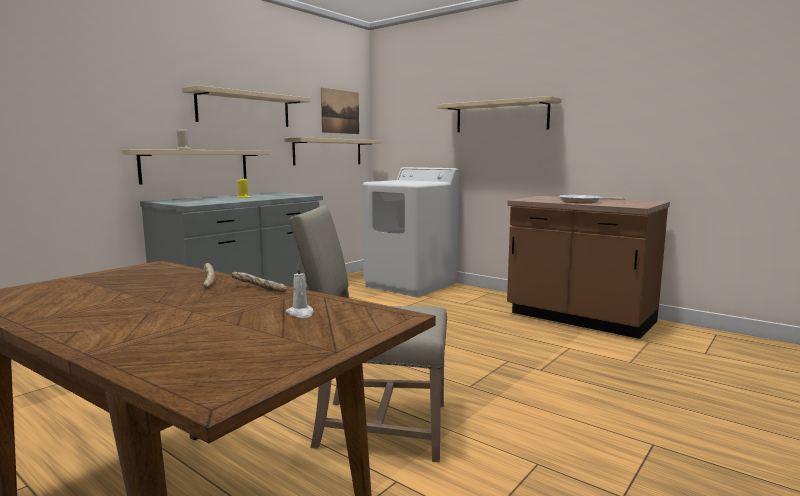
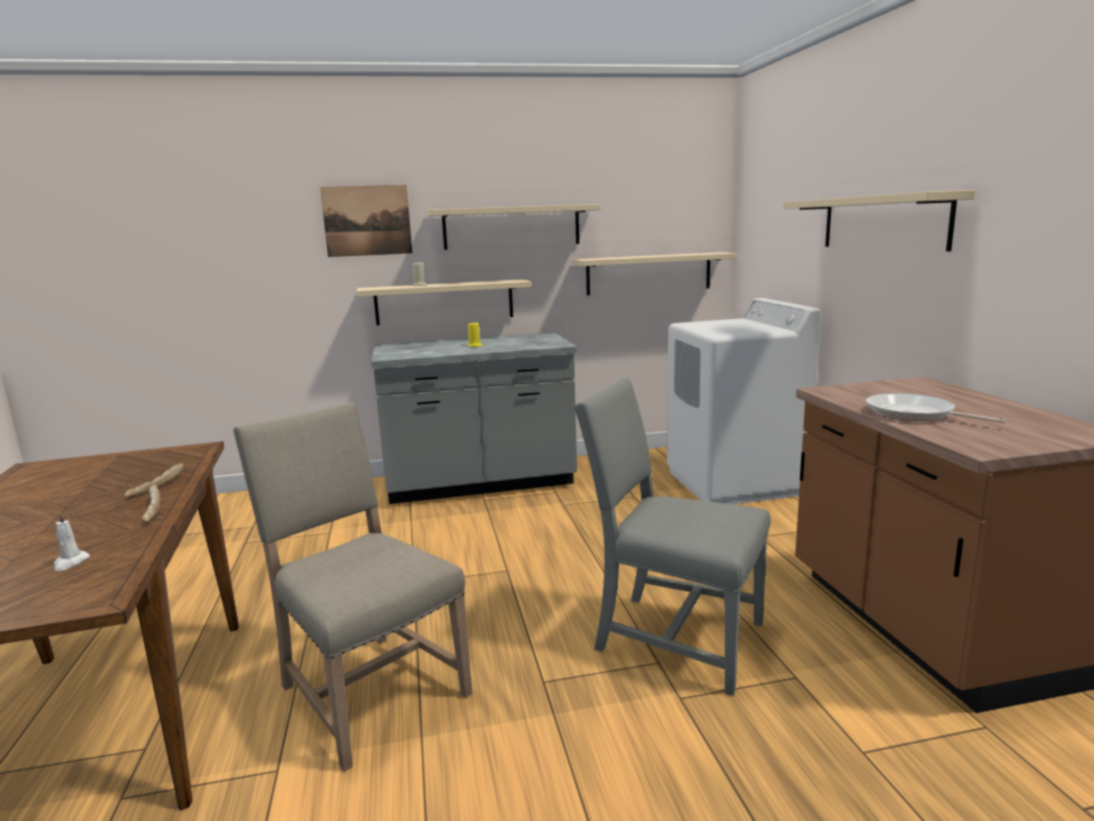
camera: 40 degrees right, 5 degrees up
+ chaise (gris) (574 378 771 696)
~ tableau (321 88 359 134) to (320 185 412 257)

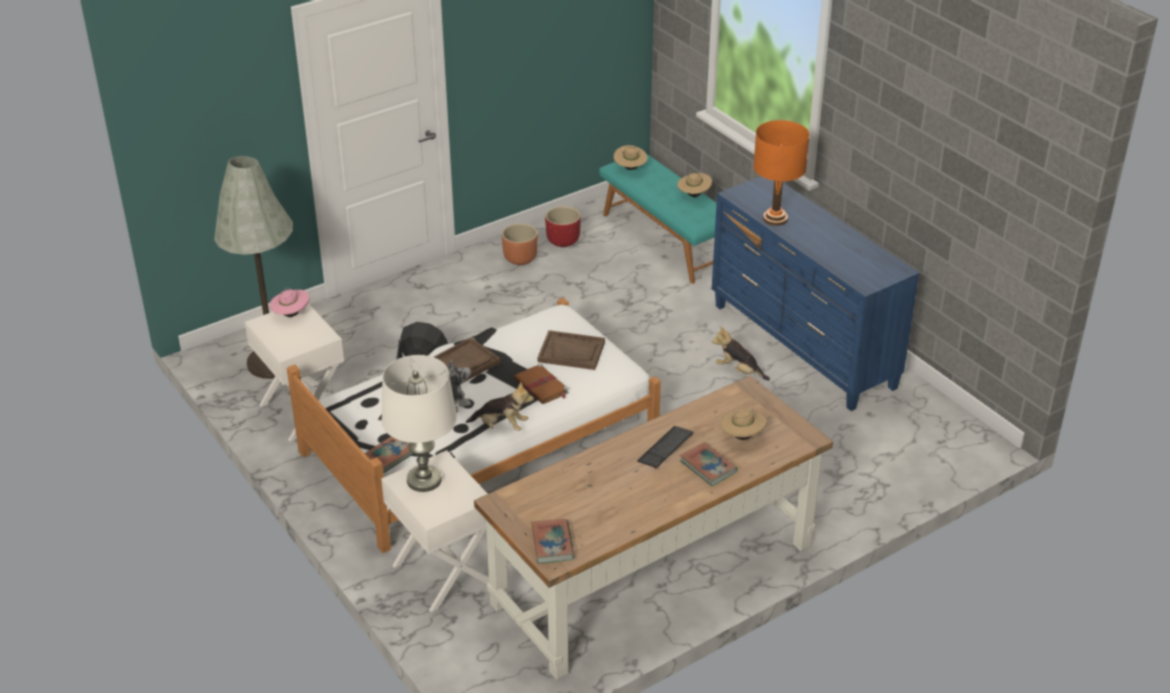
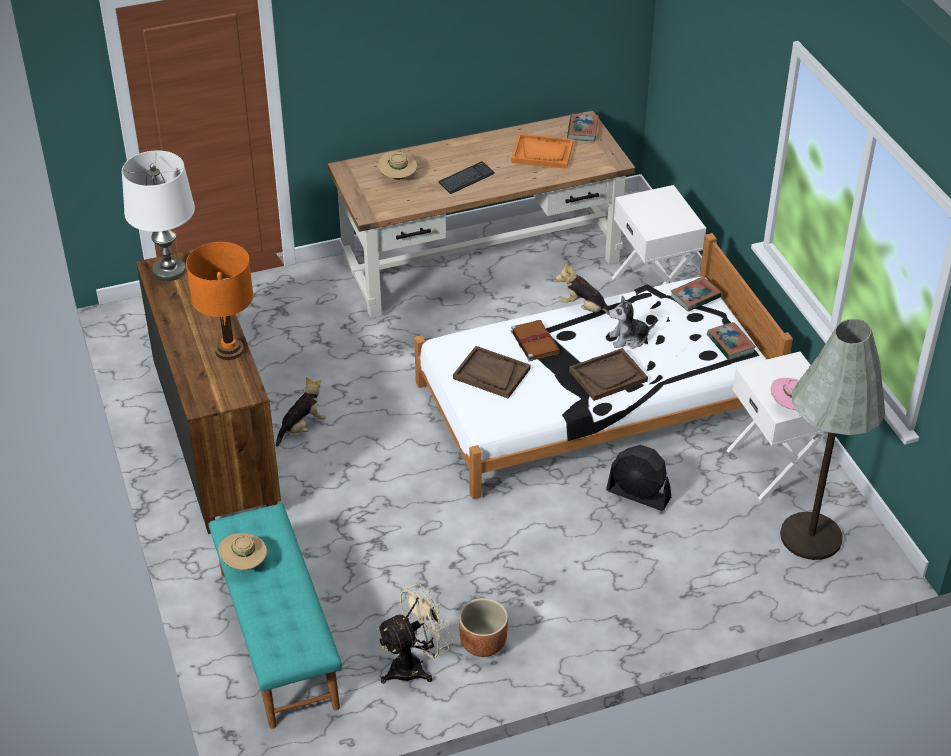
camera: 165 degrees left, 5 degrees up
- chapeau (beige) (614 145 648 170)
+ plateau (orange) (511 134 574 169)
~ lampe de table (blanc) (382 355 457 492) to (122 151 195 281)
~ livre (680 442 738 486) to (707 322 756 360)
~ cache-pot (rouge) (545 206 581 247) to ventilateur (beige) (376 583 453 684)
~ commode (bleu) (712 177 919 411) to commode (marron) (136 249 281 534)
~ peluche (712 326 770 381) = (276 377 326 447) 90 degrees counterclockwise

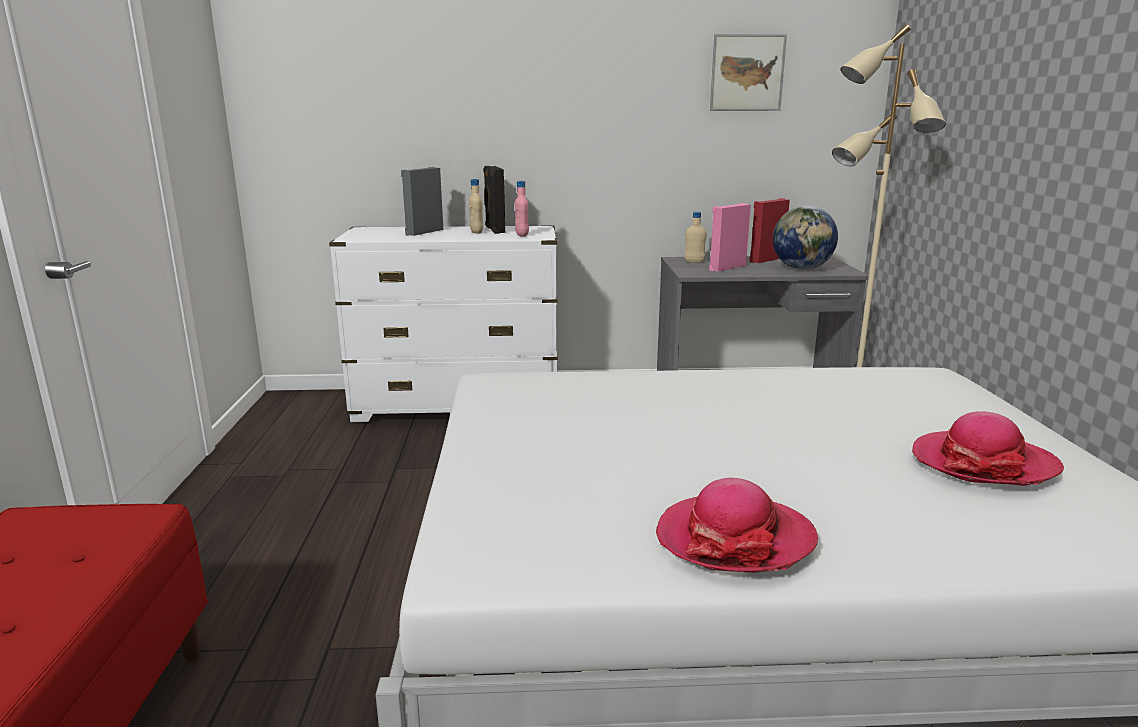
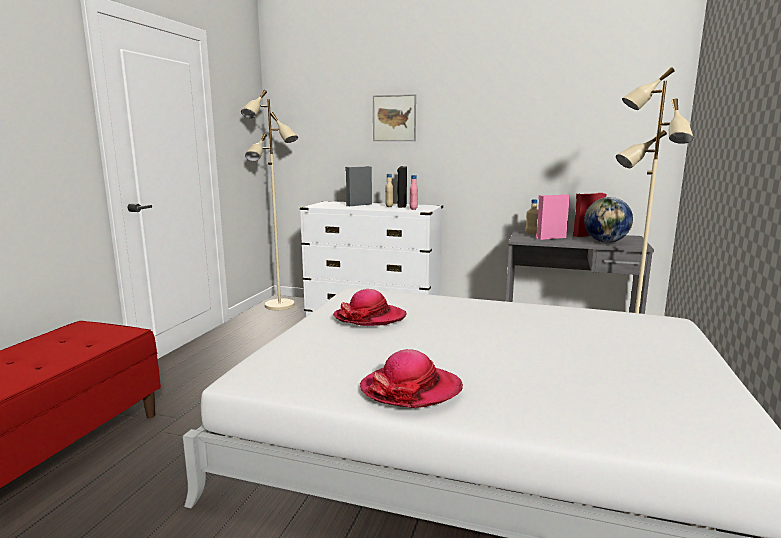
camera: 20 degrees right, 5 degrees down
+ lampadaire (beige) (241 90 298 310)
~ tableau (710 34 787 111) to (373 94 416 141)
~ chapeau (912 411 1064 486) to (333 289 407 326)

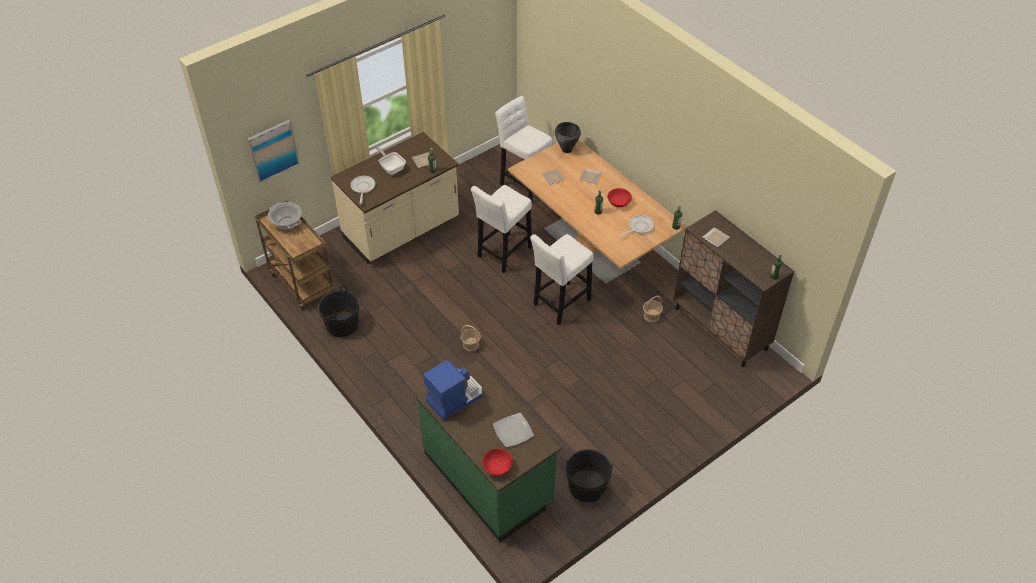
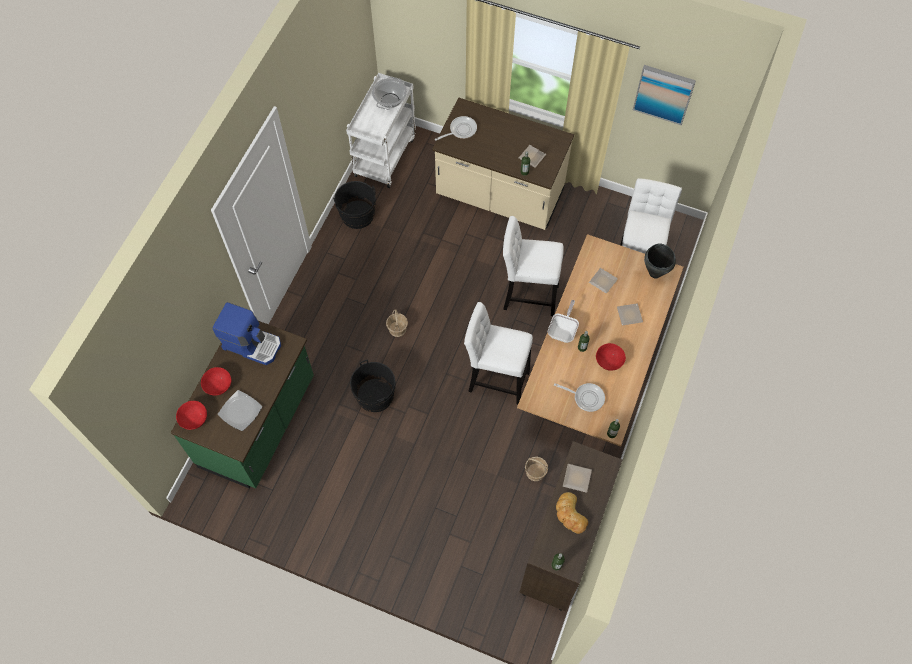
camera: 60 degrees right, 15 degrees up
+ bol (rouge) (201 367 231 396)
+ pain (556 492 588 534)
~ tableau (247 120 299 183) to (633 65 696 125)
~ poêle (376 147 406 175) to (548 300 579 343)
~ seau (noir) (566 449 613 502) to (350 359 396 412)
~ chariot (marron) (255 201 335 310) to chariot (blanc) (346 73 416 188)

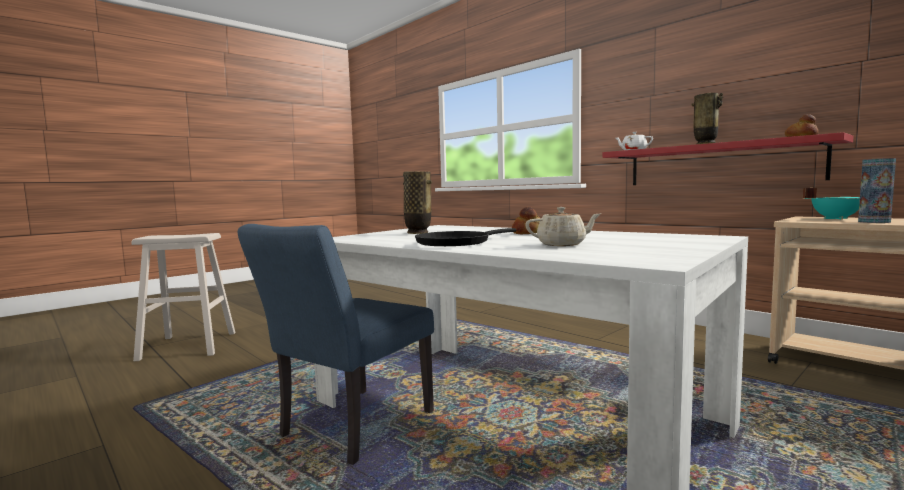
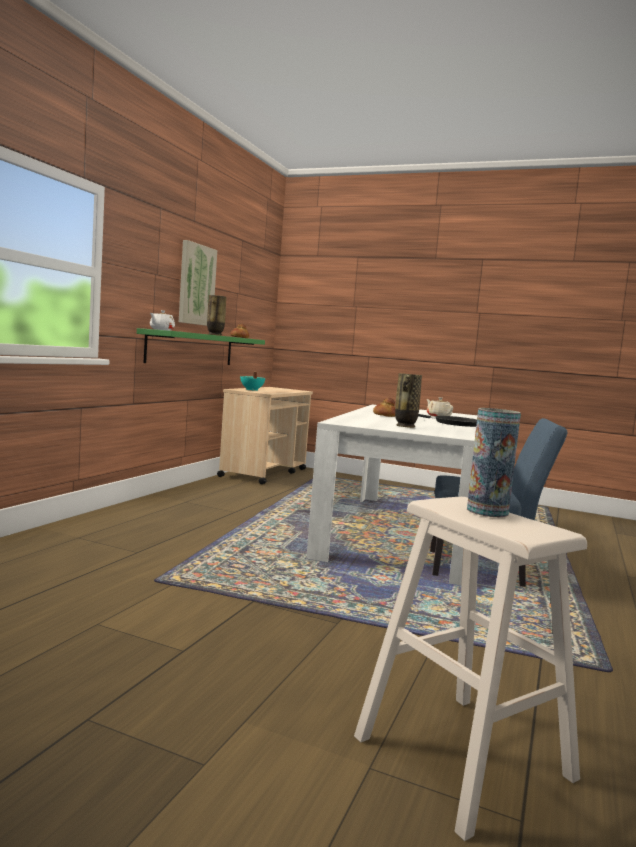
camera: 115 degrees left, 0 degrees up
+ tableau (179 240 217 326)
~ vase (858 158 896 223) to (467 408 521 517)
~ étagère (rouge) (602 132 854 185) to étagère (vert) (137 328 265 365)

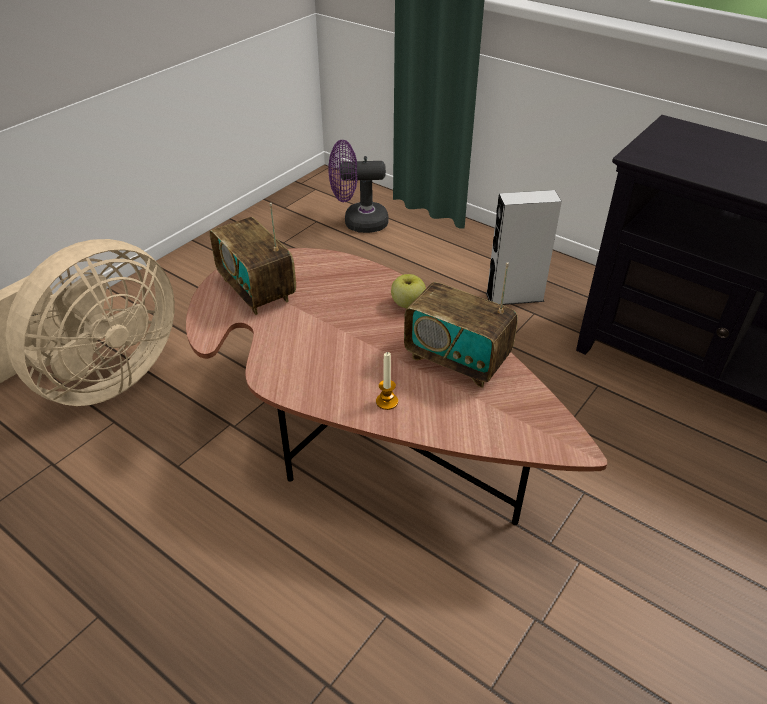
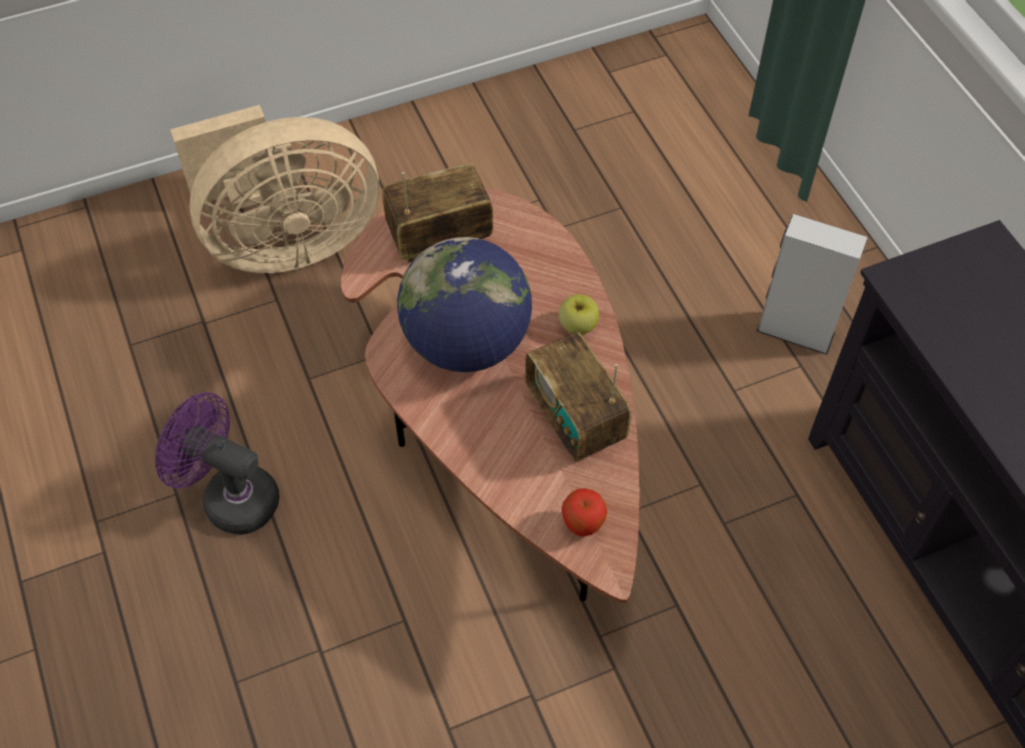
camera: 30 degrees right, 15 degrees up
- bougie (376 352 398 410)
+ globe (397 237 532 372)
+ pomme (562 488 607 537)
~ ventilateur (violet) (328 140 388 233) to (155 392 280 535)
~ radio (209 203 296 315) = (382 163 493 263) 75 degrees clockwise

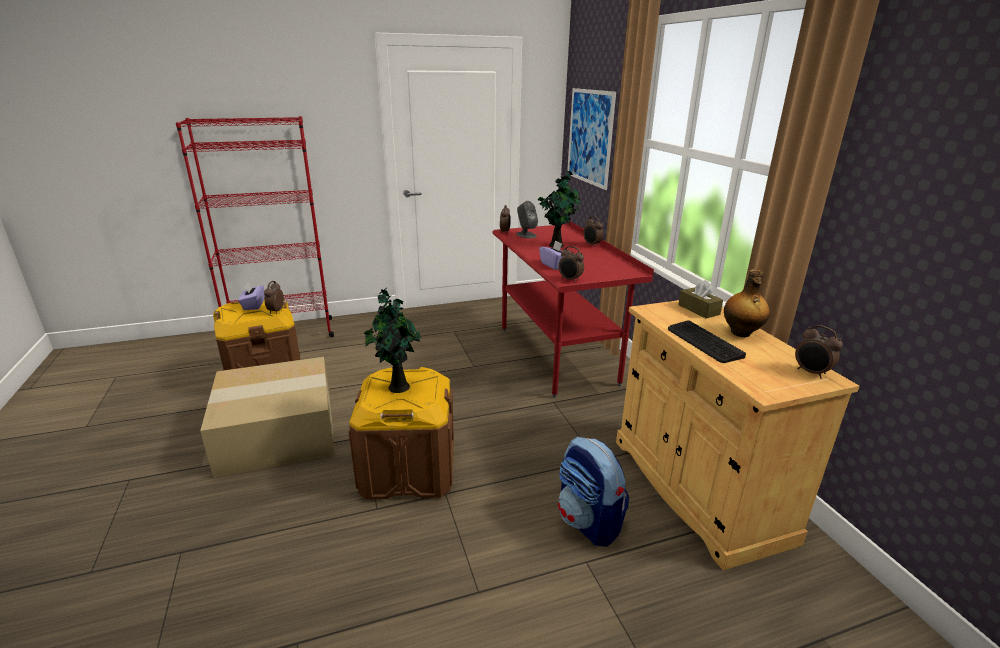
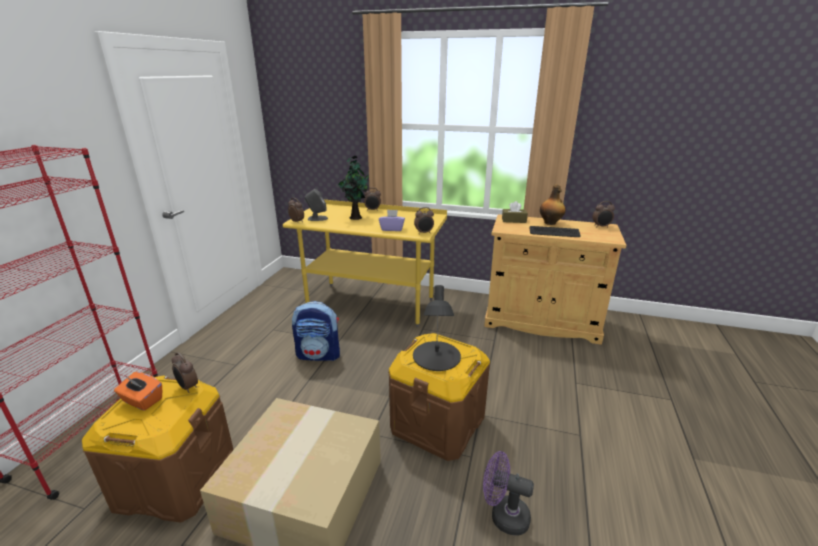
camera: 55 degrees left, 0 degrees up
- tableau (567 88 616 190)
+ ventilateur (violet) (483 451 534 536)
~ sac à dos (558 436 629 547) to (292 301 340 361)
~ plante en pot (363 289 421 393) to lampe de table (noir) (413 285 461 371)
~ boîte à mouchoirs (violet) (238 282 264 310) to boîte à mouchoirs (orange) (114 372 162 411)
~ bureau (rouge) (492 221 654 398) to bureau (jaune) (283 200 447 327)

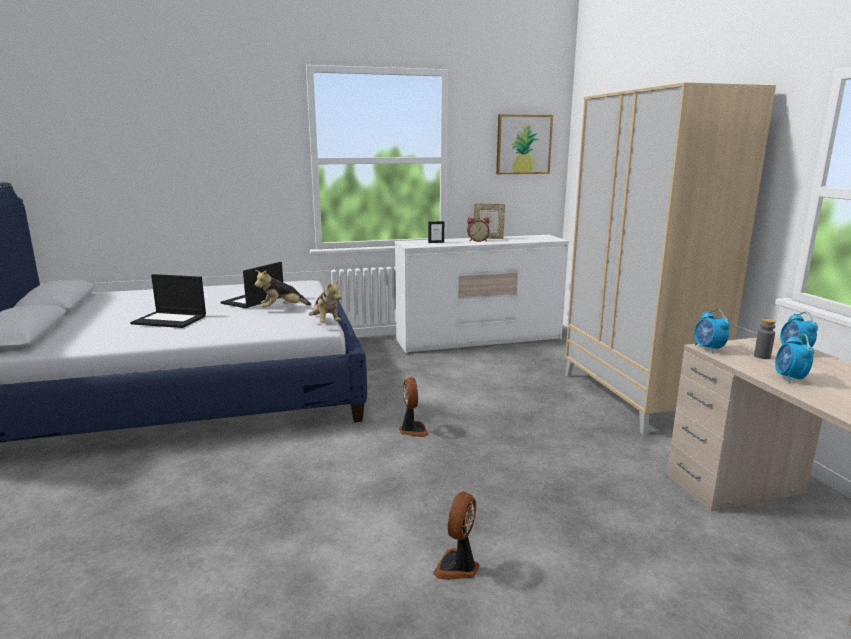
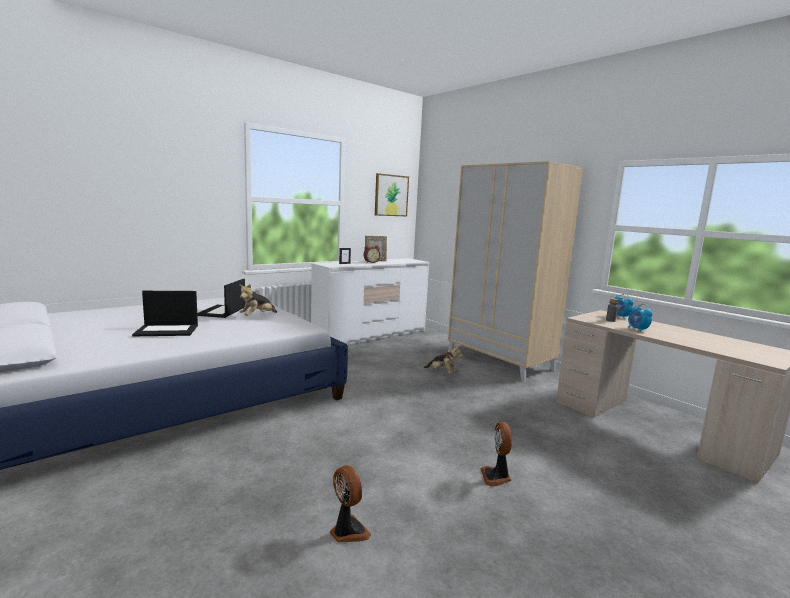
camera: 25 degrees left, 5 degrees down
- réveil (694 309 730 353)
~ peluche (309 280 342 323) to (424 344 463 374)
~ ventilateur (399 377 429 437) to (330 465 372 542)

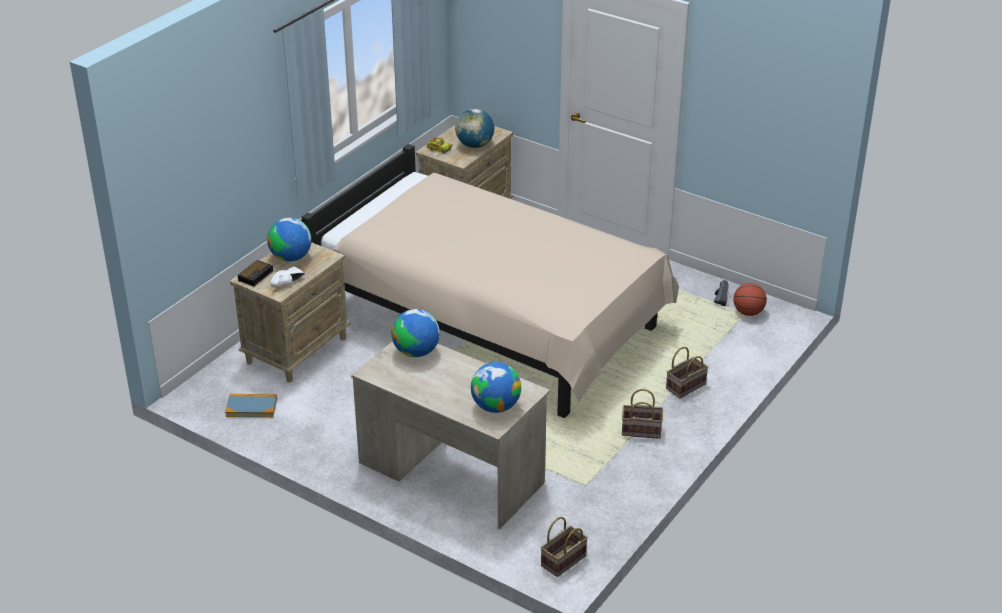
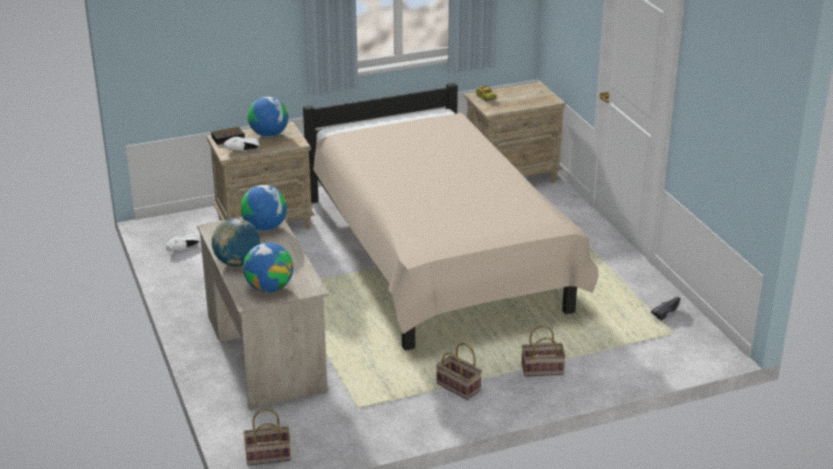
camera: 35 degrees right, 5 degrees down
- ballon de basket (733 283 767 316)
~ globe (455 109 494 148) to (212 218 260 266)
~ livre (225 394 277 417) to chaussure (blanc) (166 235 200 251)

